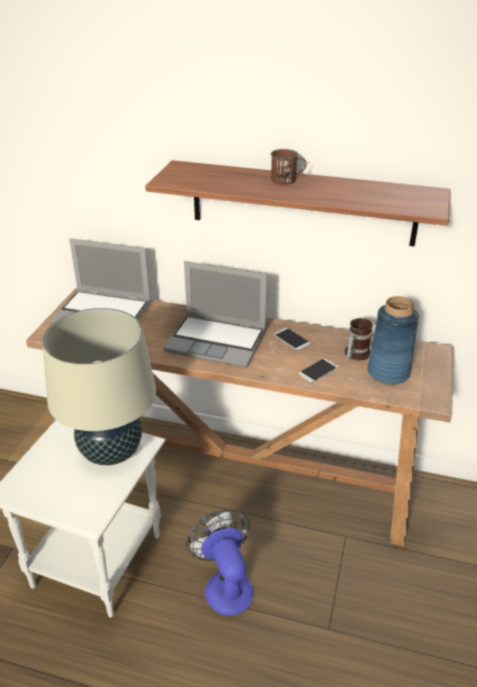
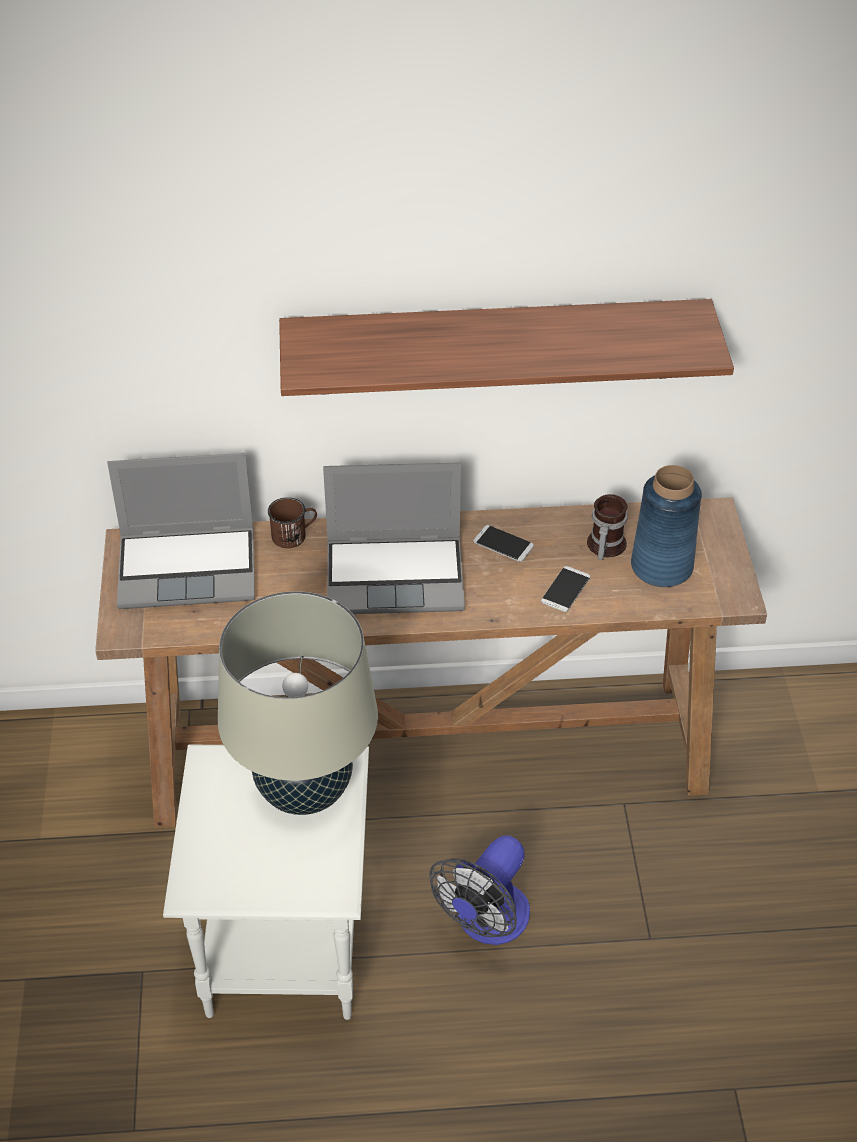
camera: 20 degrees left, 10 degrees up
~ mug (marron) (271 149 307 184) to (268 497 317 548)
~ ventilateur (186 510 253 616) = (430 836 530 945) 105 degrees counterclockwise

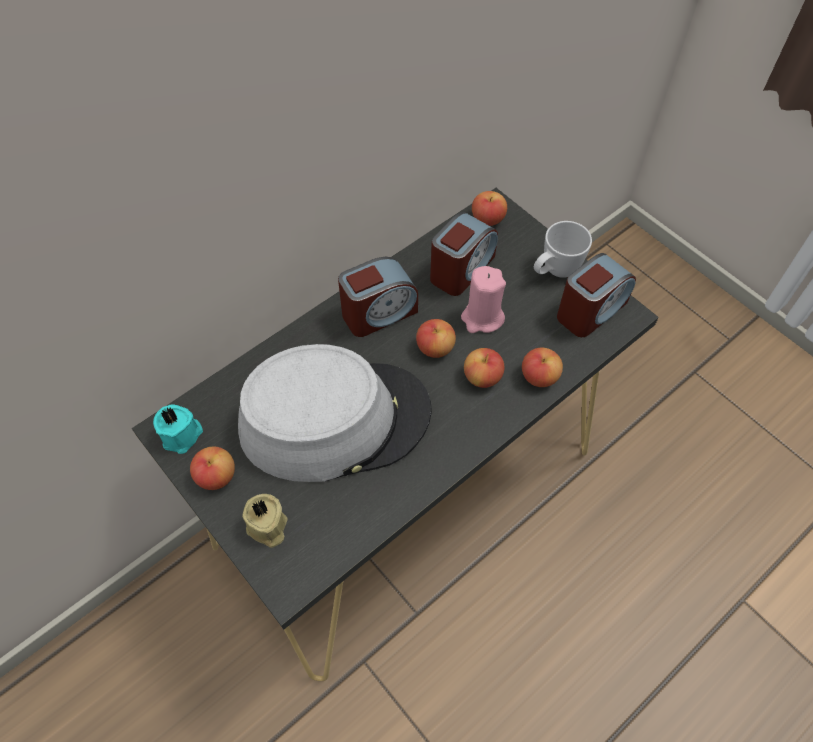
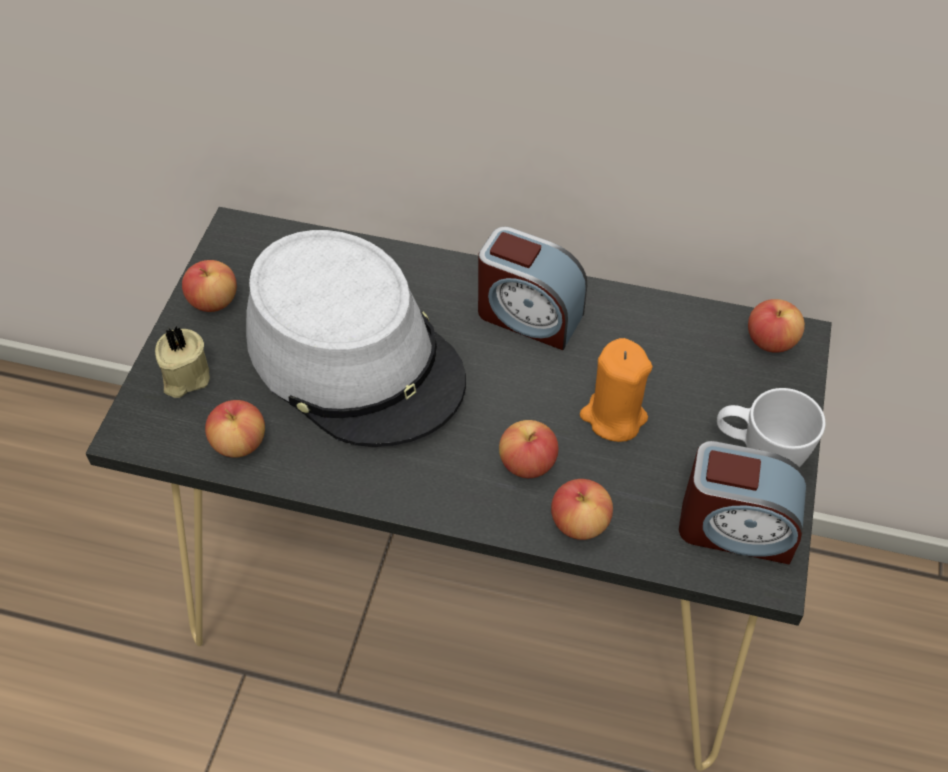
camera: 55 degrees right, 5 degrees down
- bougie (turquoise) (153 405 203 454)
- réveil (430 212 498 296)
~ pomme (416 319 456 358) to (205 400 265 458)
~ bougie (rose) (461 266 506 333) to bougie (orange) (580 338 653 442)

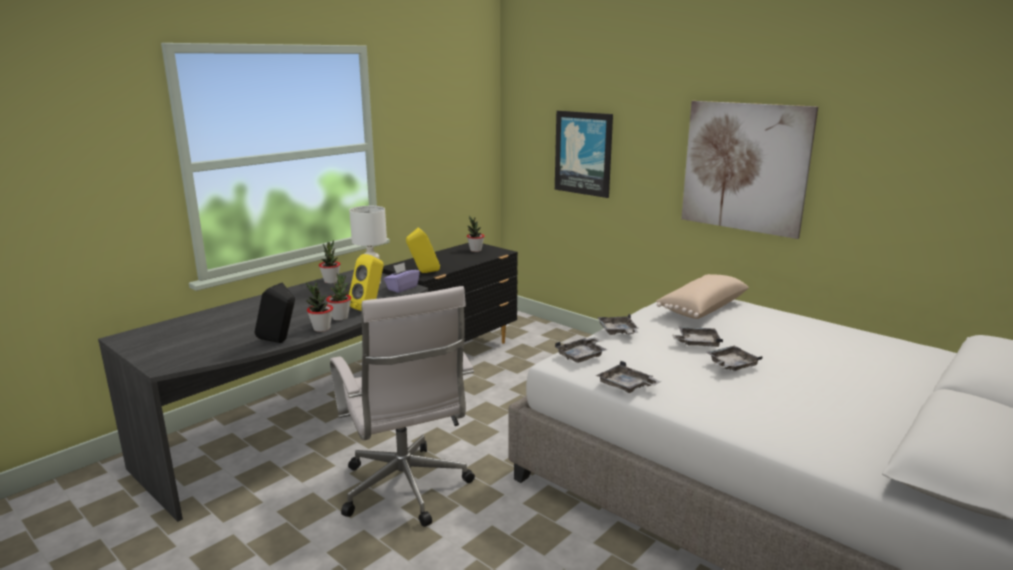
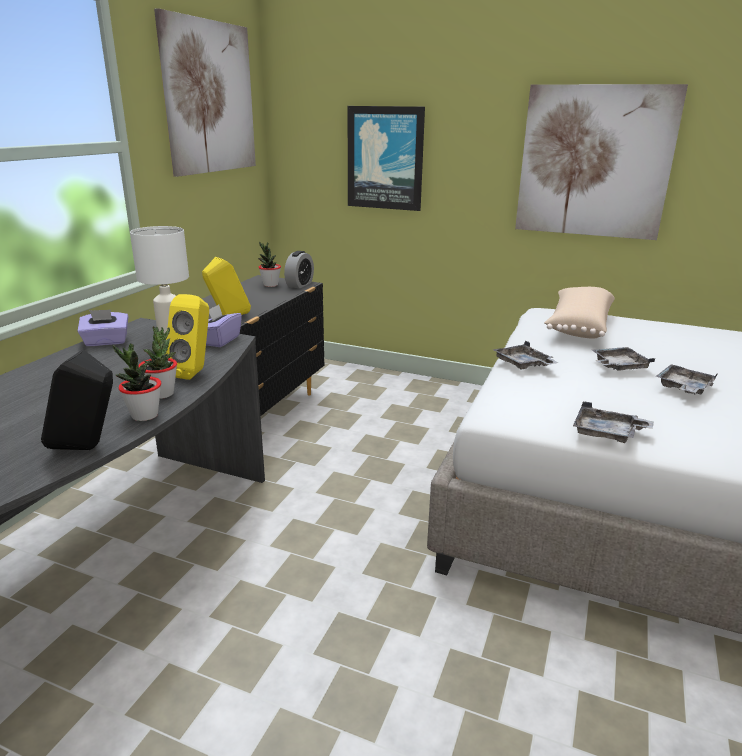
camera: 20 degrees left, 5 degrees up
- chaise de bureau (blanc) (330 286 475 527)
- plateau (gris) (555 337 607 363)
+ tableau (154 8 256 177)
+ réveil (284 251 314 288)
~ plante en pot (319 240 340 283) to boîte à mouchoirs (violet) (77 309 129 346)

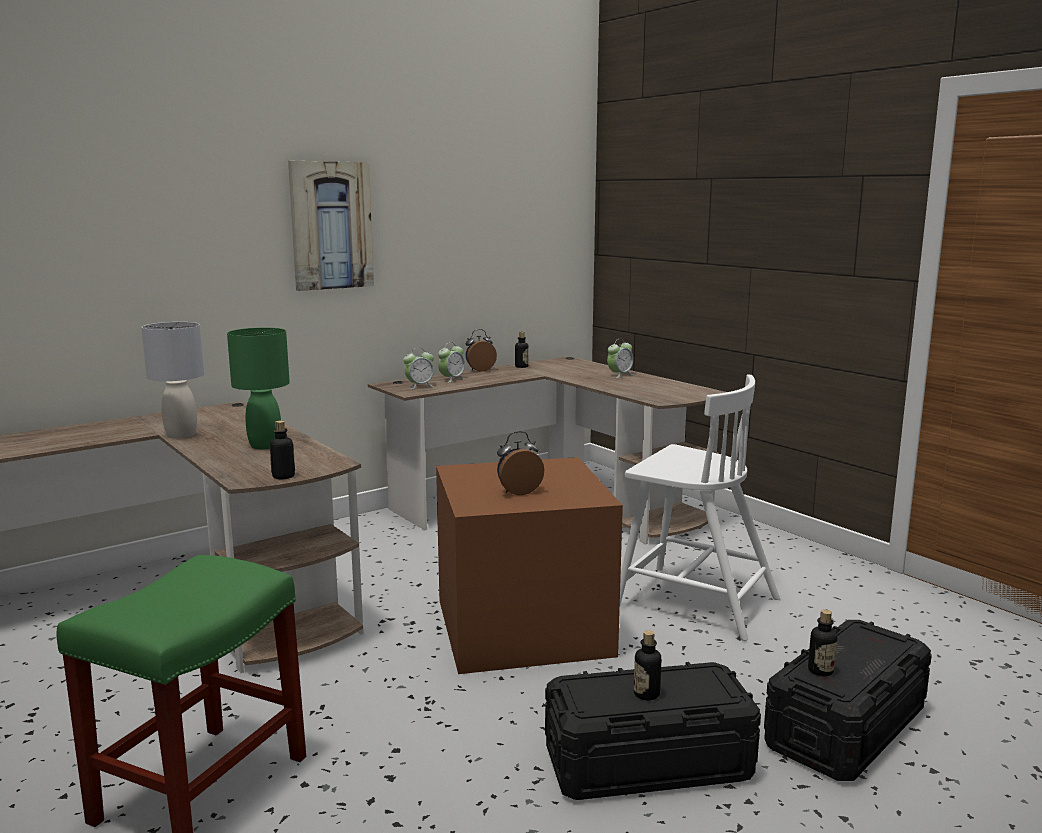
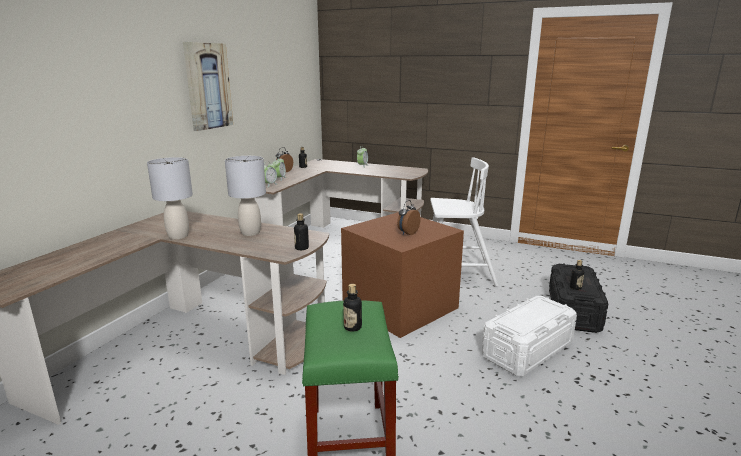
camera: 30 degrees left, 5 degrees up
~ bouteille (634 630 661 701) to (343 284 362 332)
~ lampe de table (vert) (227 327 290 450) to lampe de table (gris) (225 156 266 236)
~ boîte de rangement (noir) (545 662 761 800) to boîte de rangement (blanc) (482 296 577 376)

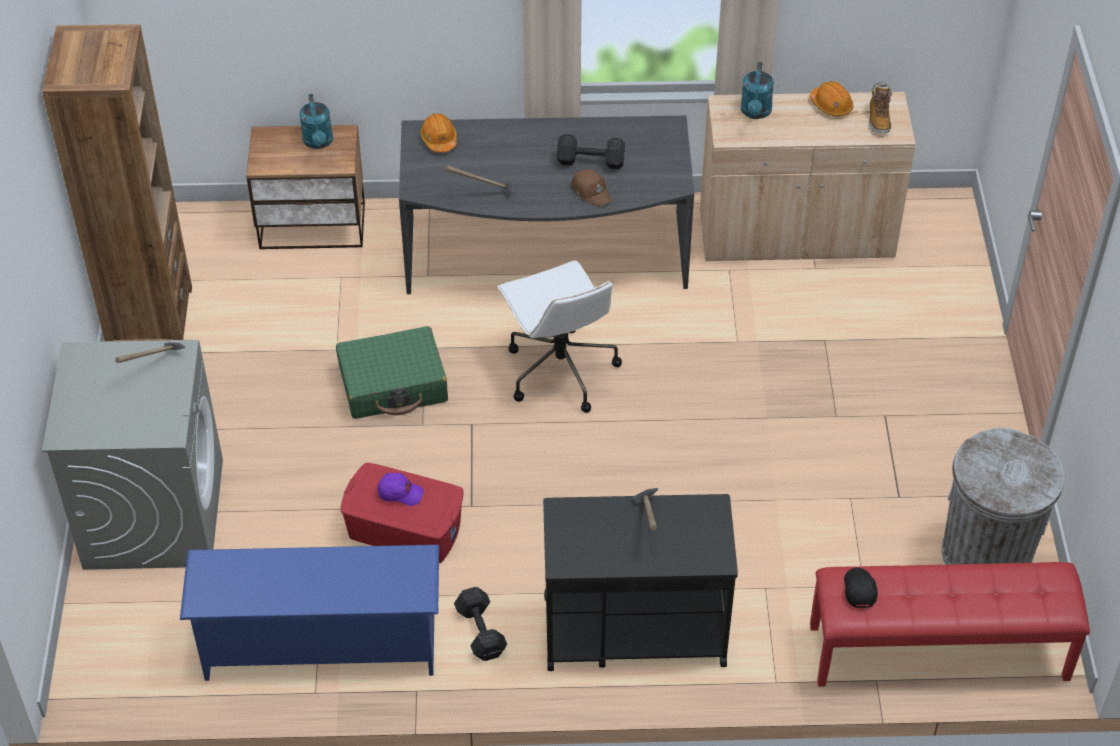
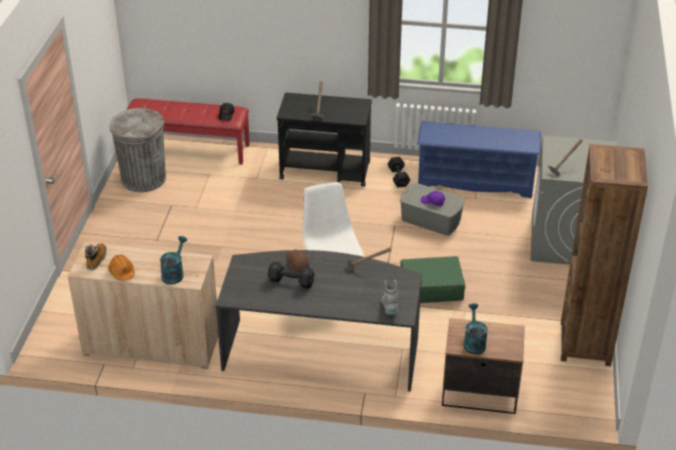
camera: 170 degrees left, 10 degrees down
~ casque de chantier (orange) (420 113 457 153) to botte (gris) (381 280 398 315)
~ boîte de rangement (rouge) (341 463 464 563) to boîte de rangement (gris) (400 183 465 236)

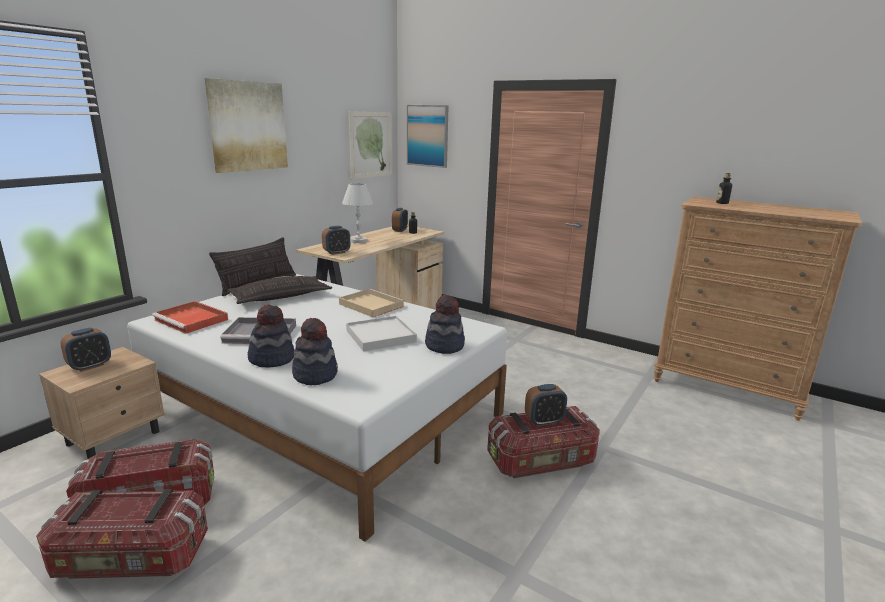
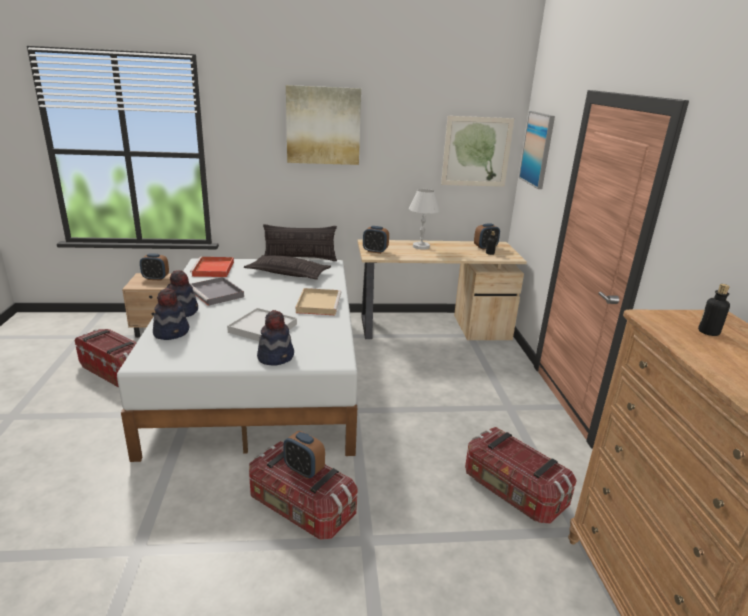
camera: 50 degrees right, 5 degrees up
~ boîte de rangement (36 489 208 579) to (465 427 577 523)

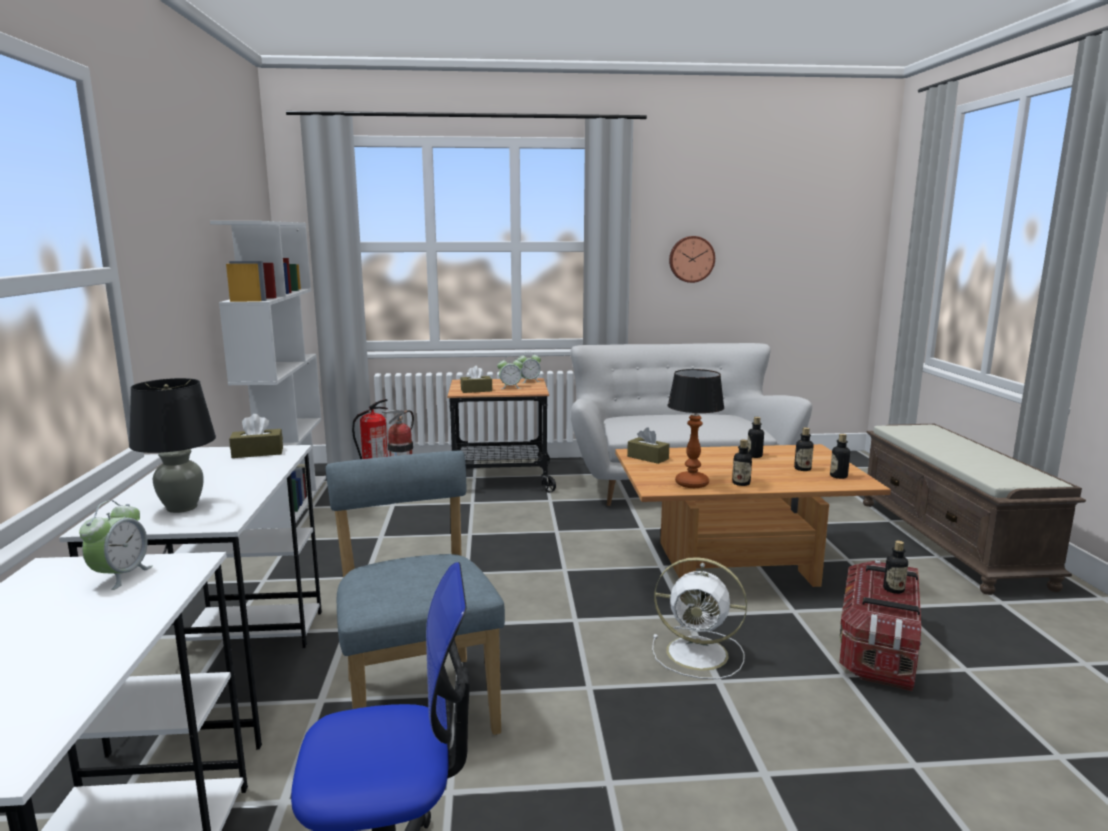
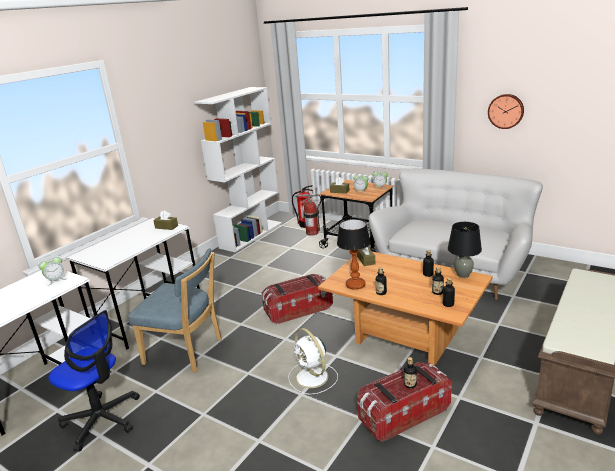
camera: 40 degrees right, 10 degrees up
+ boîte de rangement (262 274 333 325)
~ lampe de table (noir) (129 378 216 513) to (448 222 482 278)
~ chaise (bleu) (326 451 505 735) = (128 248 222 373) 90 degrees clockwise

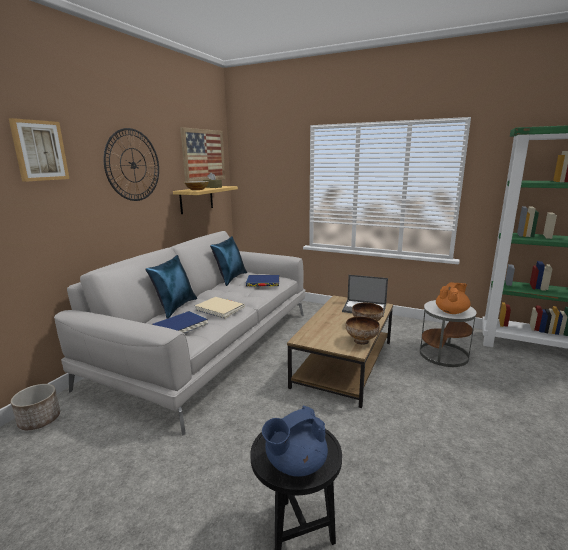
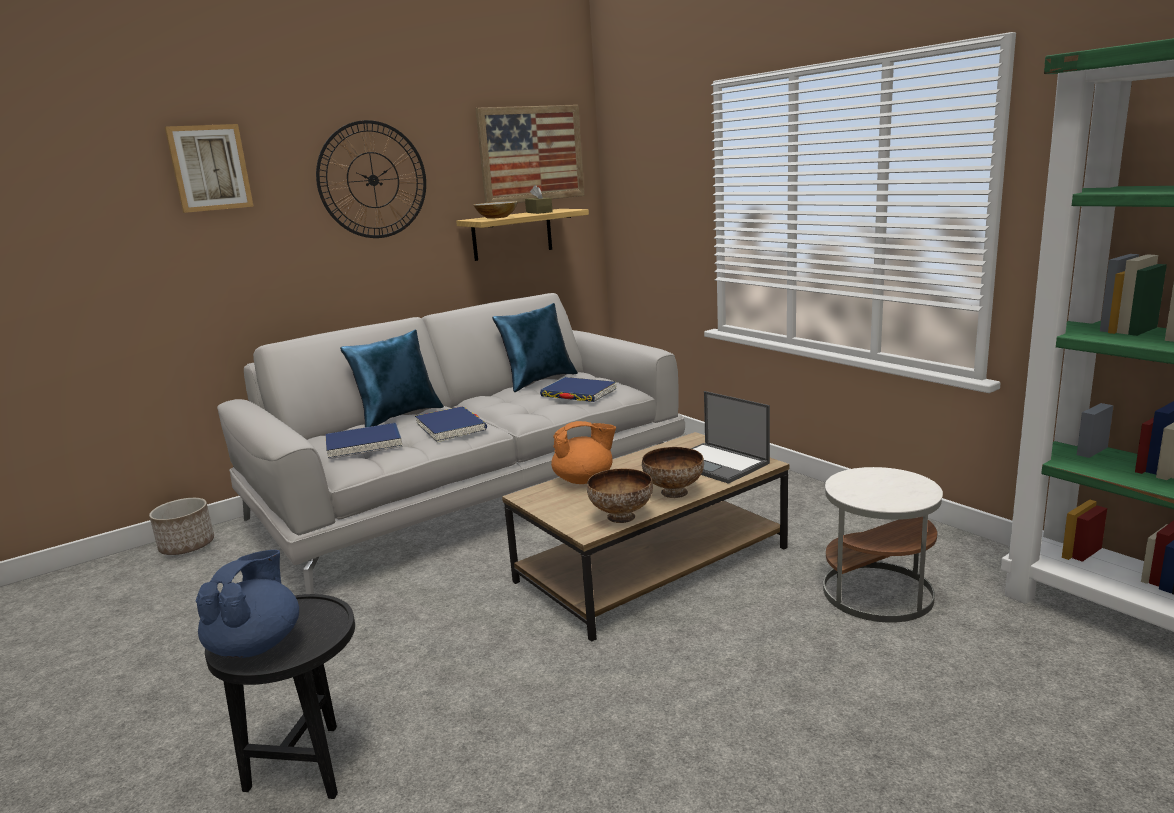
camera: 30 degrees right, 0 degrees up
~ théière (orange) (436 282 470 314) to (551 421 616 484)
~ livre (beige) (195 297 245 319) to livre (bleu) (415 406 487 442)
~ théière (bleu) (262 406 328 477) = (195 550 299 658) 105 degrees clockwise

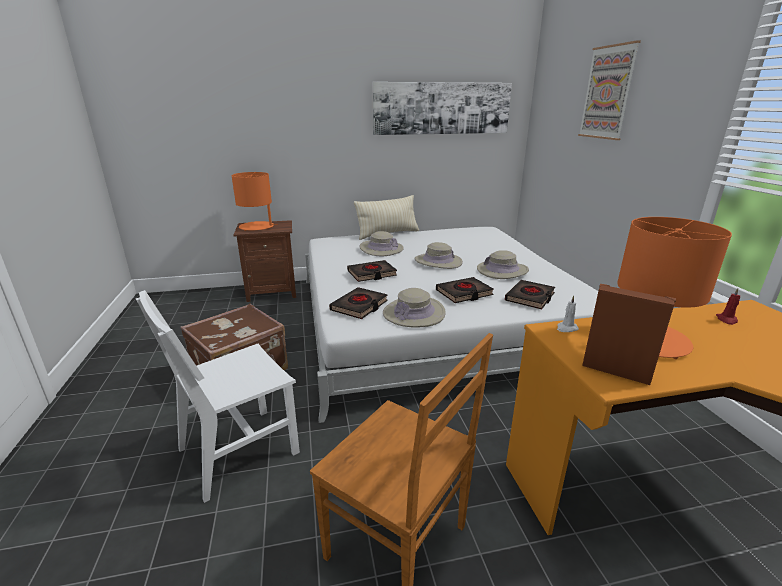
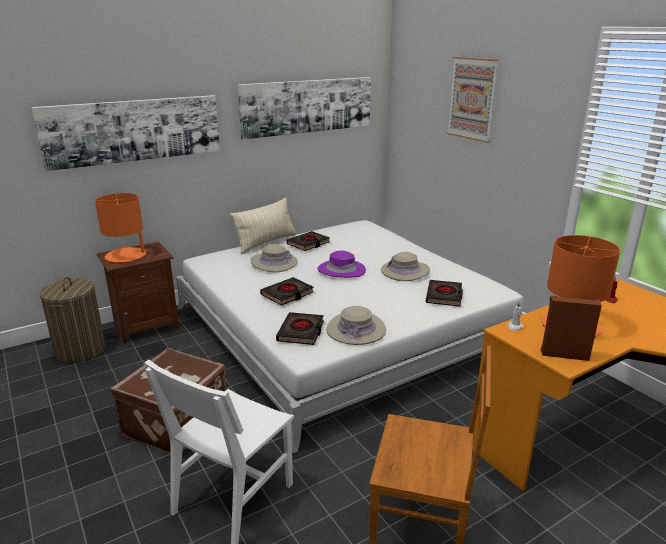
camera: 20 degrees left, 0 degrees up
+ tableau (31 95 220 171)
+ panier à linge (40 277 105 363)
~ livre (noir) (436 277 494 303) to (286 231 330 251)
~ chapeau (beige) (414 242 463 269) to chapeau (violet) (317 251 366 278)

